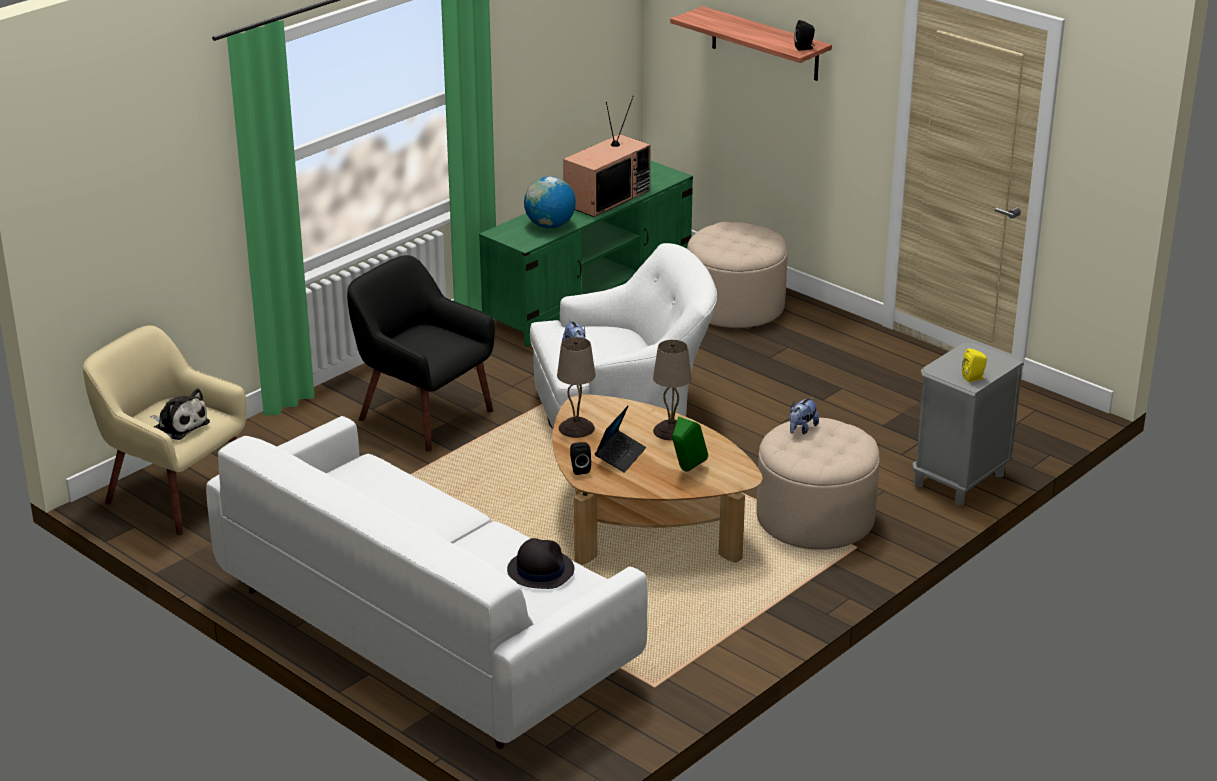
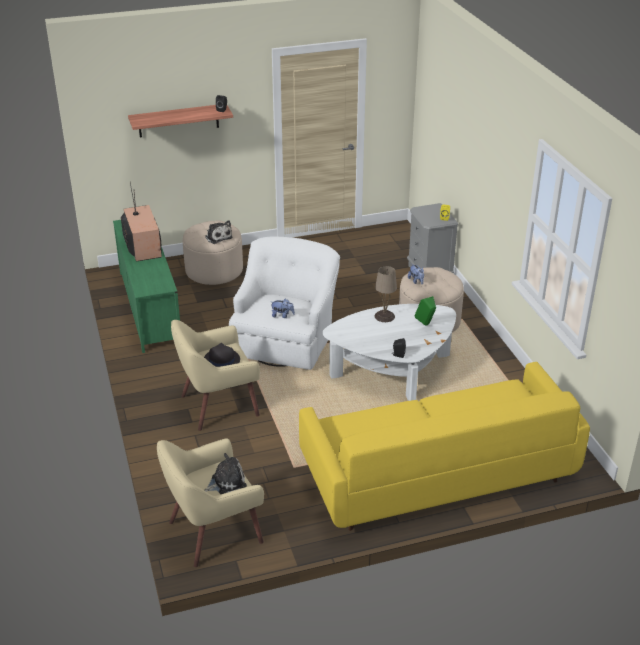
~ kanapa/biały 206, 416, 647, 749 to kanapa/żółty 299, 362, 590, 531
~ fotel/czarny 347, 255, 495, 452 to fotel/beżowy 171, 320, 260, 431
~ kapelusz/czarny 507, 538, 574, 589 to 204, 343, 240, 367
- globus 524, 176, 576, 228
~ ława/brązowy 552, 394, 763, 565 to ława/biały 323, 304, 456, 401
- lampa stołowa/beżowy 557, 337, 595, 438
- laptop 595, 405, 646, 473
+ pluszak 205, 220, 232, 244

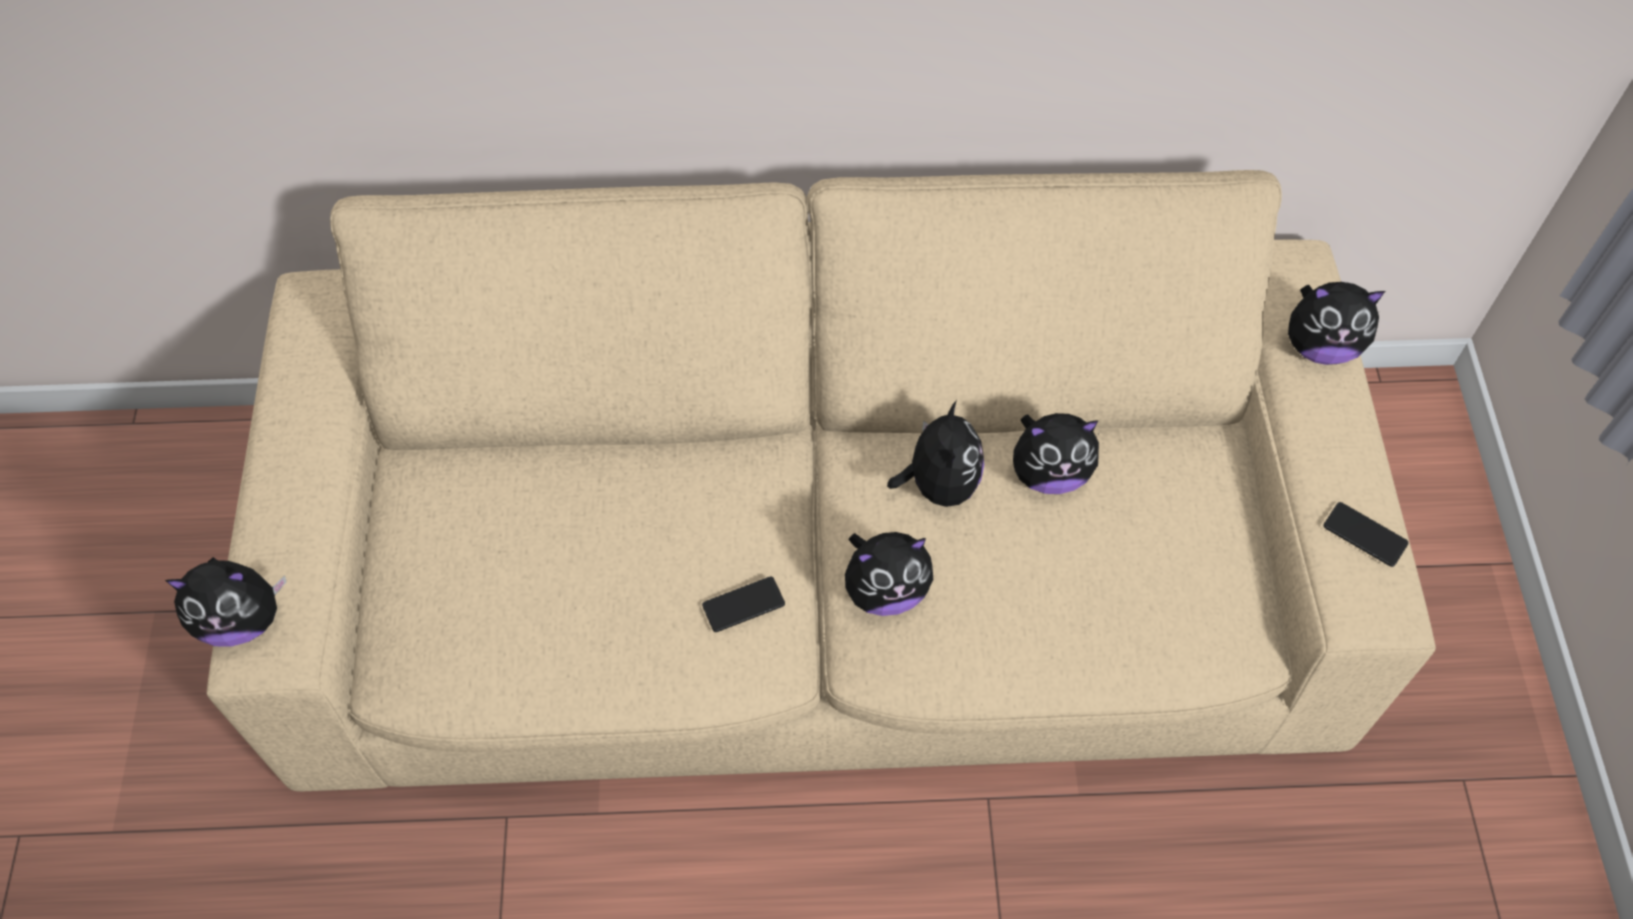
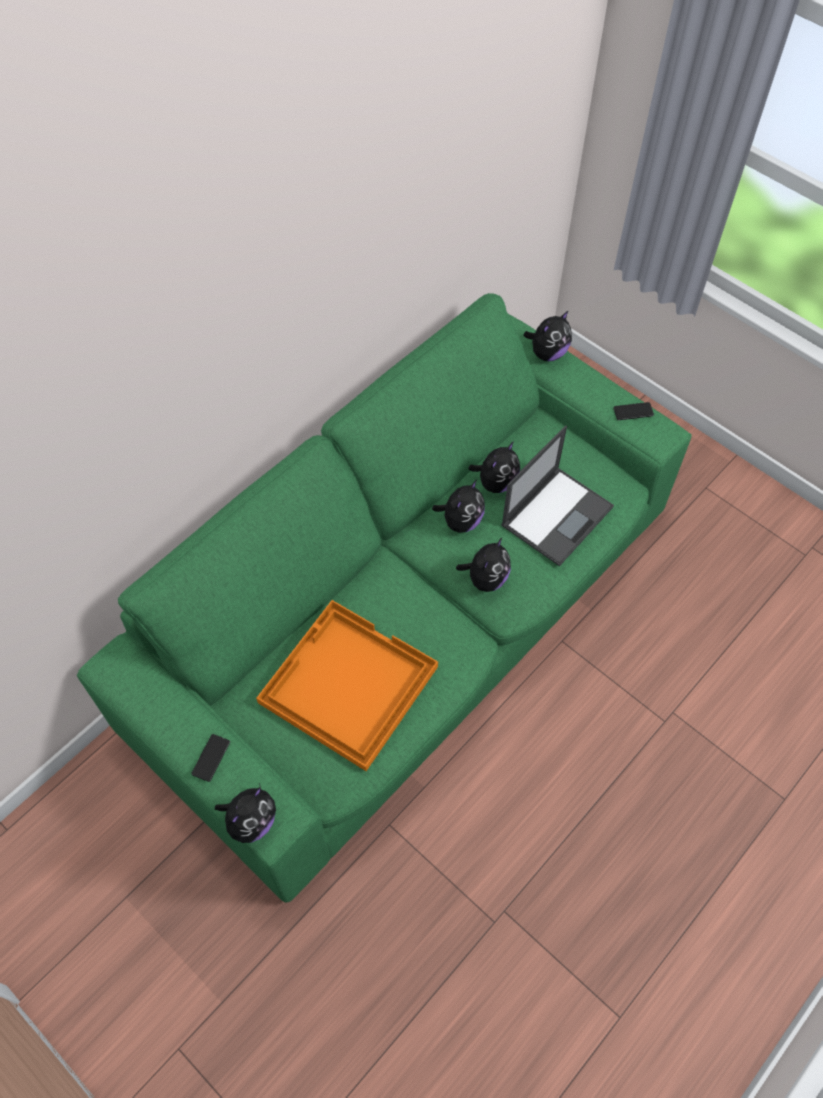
~ kanapa/beżowy 207, 170, 1436, 791 to kanapa/zielony 77, 293, 692, 902
~ telefon 702, 576, 785, 632 to 191, 734, 230, 782
~ pluszak 887, 400, 984, 507 = 432, 480, 485, 533 75 degrees clockwise
+ taca/pomarańczowy 256, 600, 438, 771
+ laptop 501, 426, 614, 567

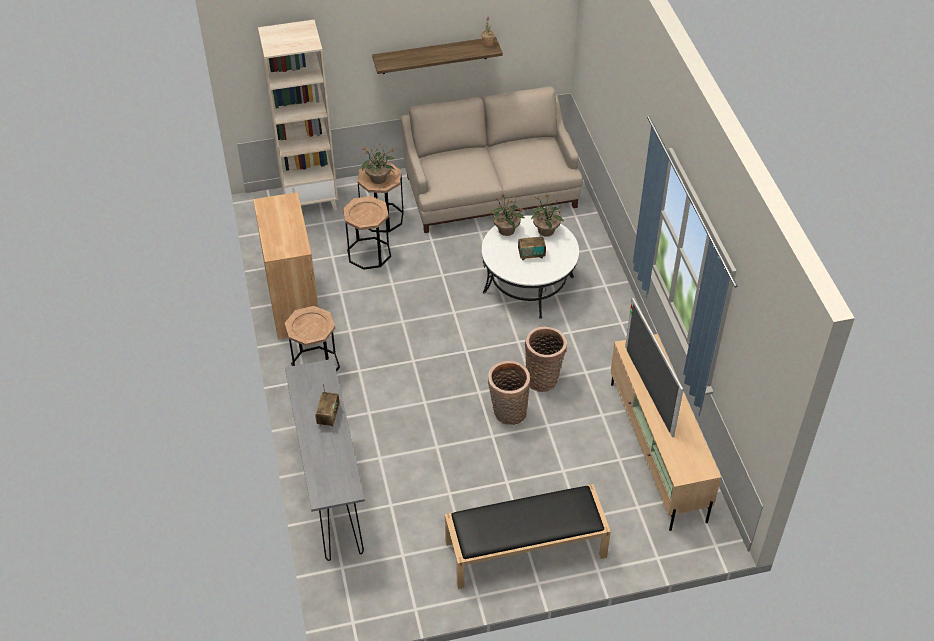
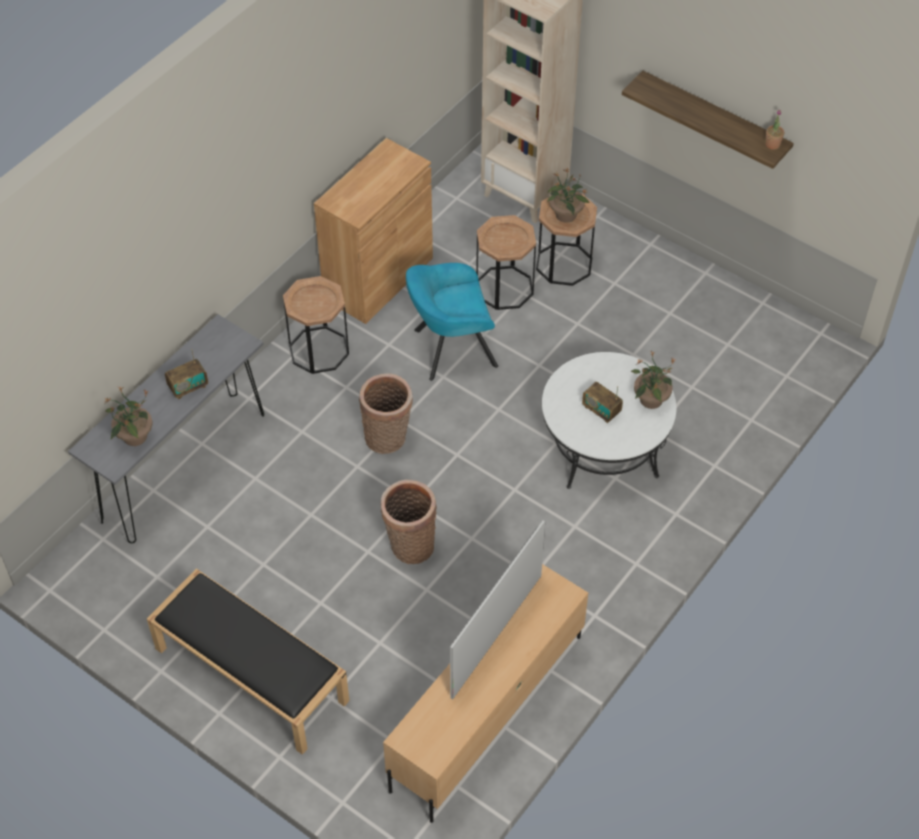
- kanapa/beżowy 401, 86, 583, 233
~ roślina doniczkowa 491, 193, 525, 236 to 105, 387, 153, 446
~ koszyk 525, 327, 567, 392 to 359, 373, 413, 454
+ fotel/turkusowy 406, 263, 498, 381

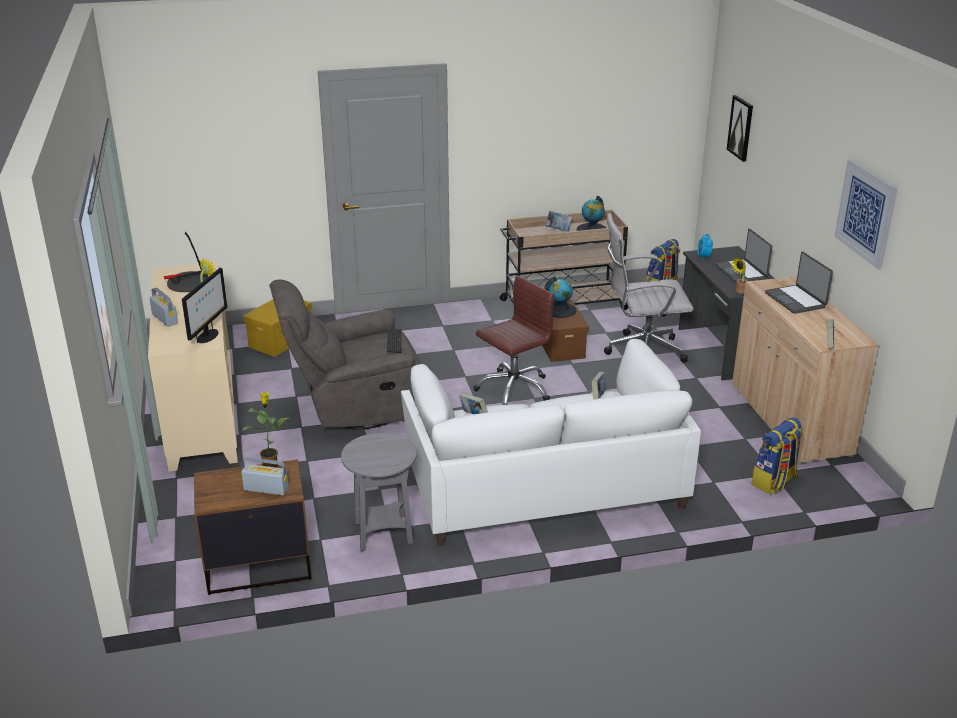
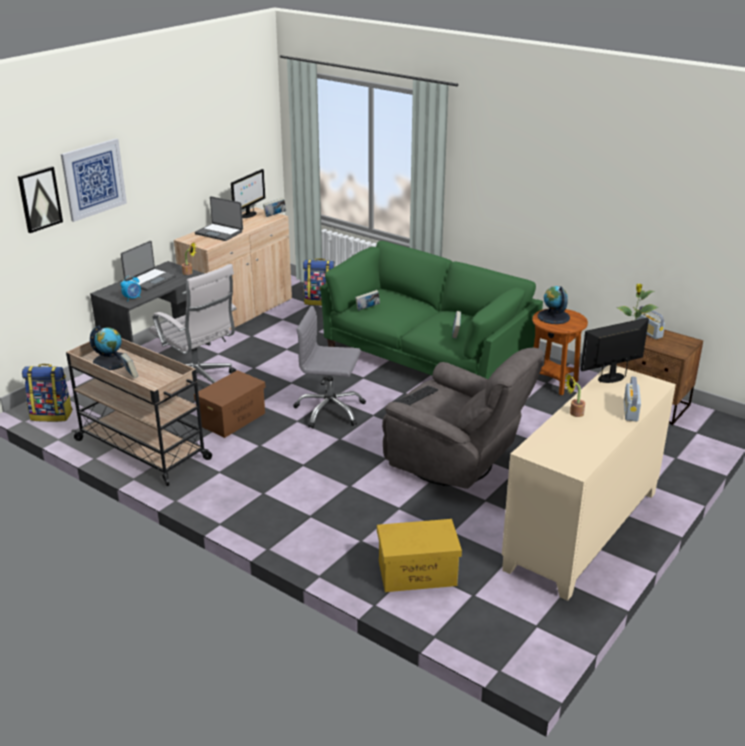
- lampa stołowa 164, 232, 209, 292
~ stolik/szary 341, 433, 417, 551 to stolik/brązowy 532, 309, 588, 395
~ kanapa/biały 401, 339, 701, 546 to kanapa/zielony 320, 241, 543, 380
~ krzesło biurowe/brązowy 473, 275, 555, 405 to krzesło biurowe/szary 293, 306, 366, 429
~ globus 544, 277, 576, 318 to 538, 286, 570, 324
~ laptop 765, 252, 833, 314 = 195, 196, 243, 241 90 degrees clockwise
~ obraz 834, 159, 898, 269 to 61, 139, 127, 222
+ monitor 231, 169, 265, 218

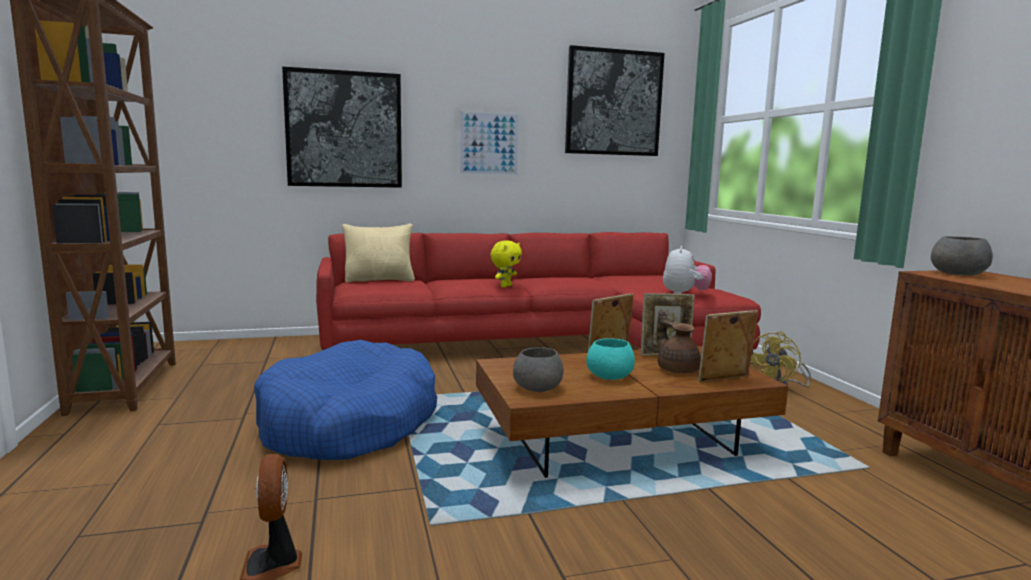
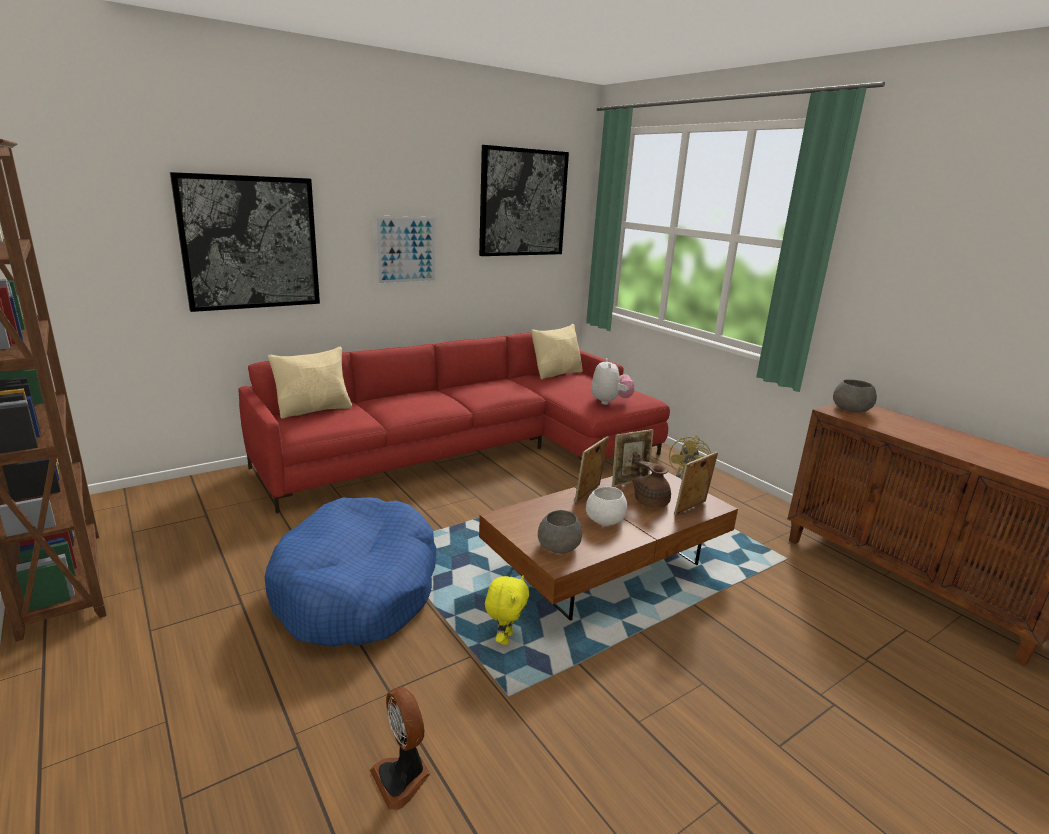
~ pluszak/żółty 491, 240, 522, 287 to 485, 575, 529, 645
~ miska/turkusowy 586, 338, 635, 380 to miska/biały 586, 486, 627, 526
+ poduszka/beżowy 531, 324, 583, 379

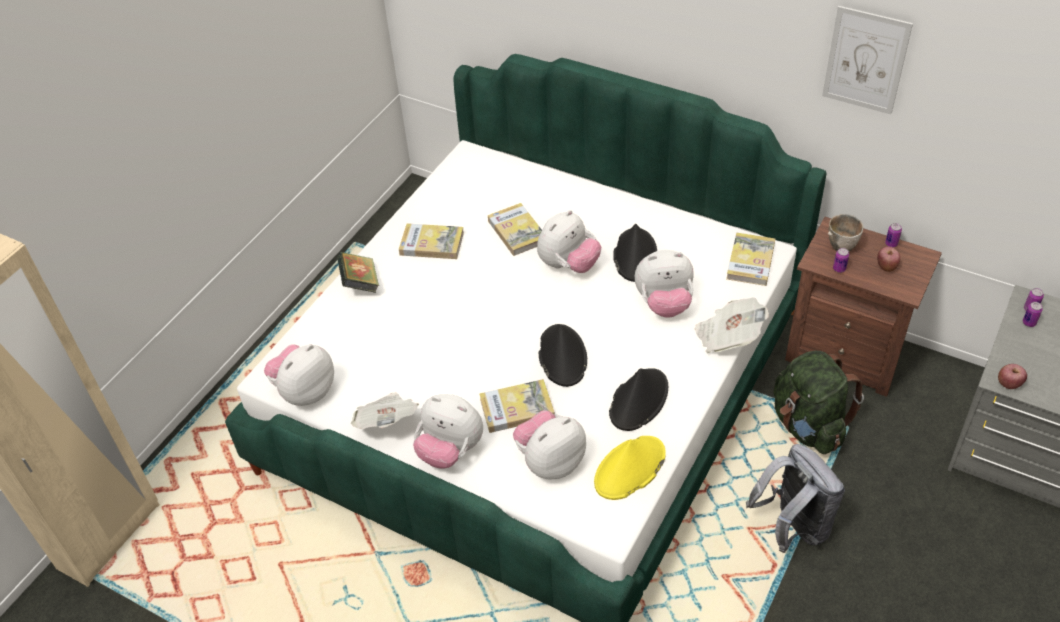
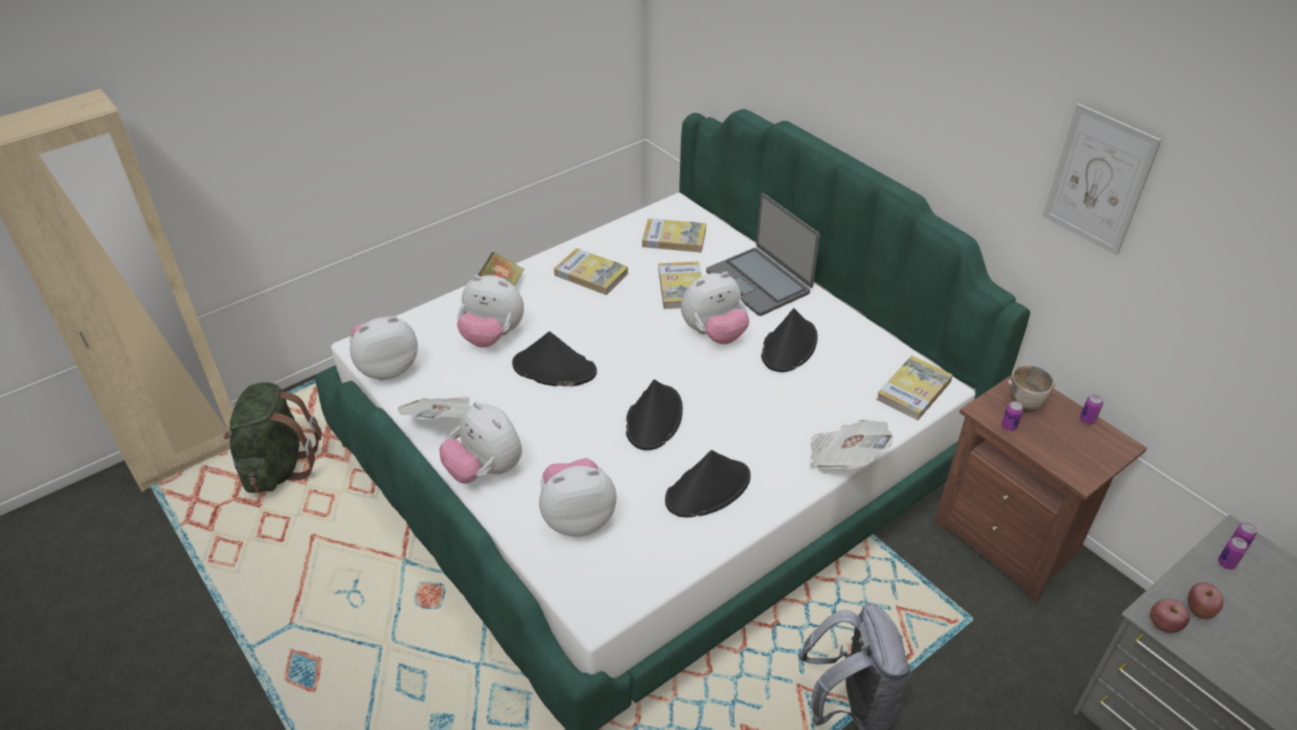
~ książka 479, 379, 555, 433 to 642, 218, 706, 252
- kapelusz/żółty 594, 436, 666, 500
~ pluszak 635, 250, 694, 318 to 457, 275, 524, 347
~ plecak/zielony 774, 351, 864, 454 to 223, 382, 322, 493
~ jabłko 877, 246, 900, 272 to 1188, 583, 1223, 619
+ kapelusz/czarny 512, 332, 597, 386
+ laptop 706, 193, 820, 316

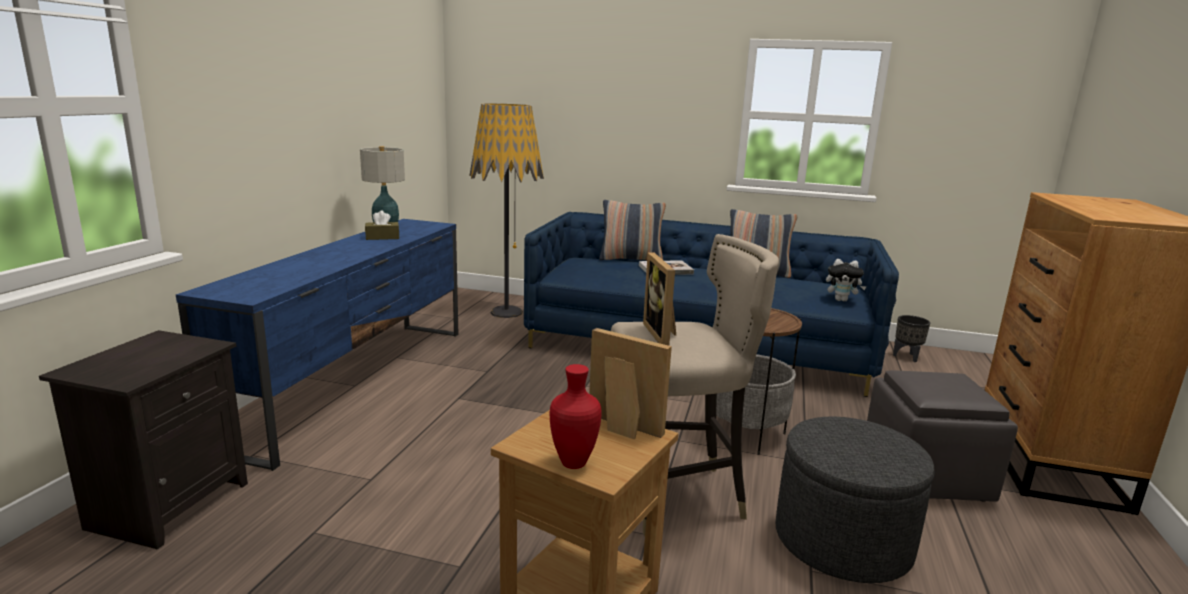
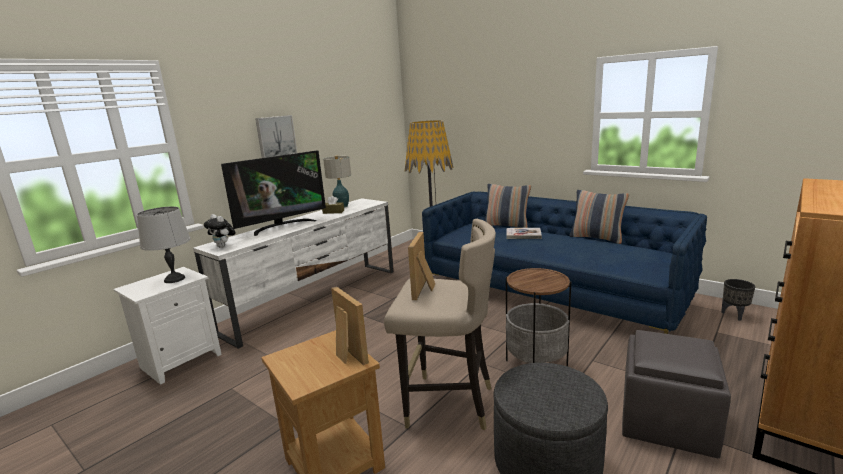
~ szafka nocna/czarny 39, 330, 248, 549 to szafka nocna/biały 113, 267, 222, 385
~ szafka pod telewizor/niebieski 176, 219, 458, 471 to szafka pod telewizor/biały 193, 198, 394, 349
- wazon/czerwony 550, 364, 602, 469
~ pluszak 826, 259, 866, 302 to 204, 214, 236, 248
+ lampa stołowa/szary 137, 206, 191, 283
+ telewizor 221, 150, 326, 236
+ obraz 255, 115, 297, 158

